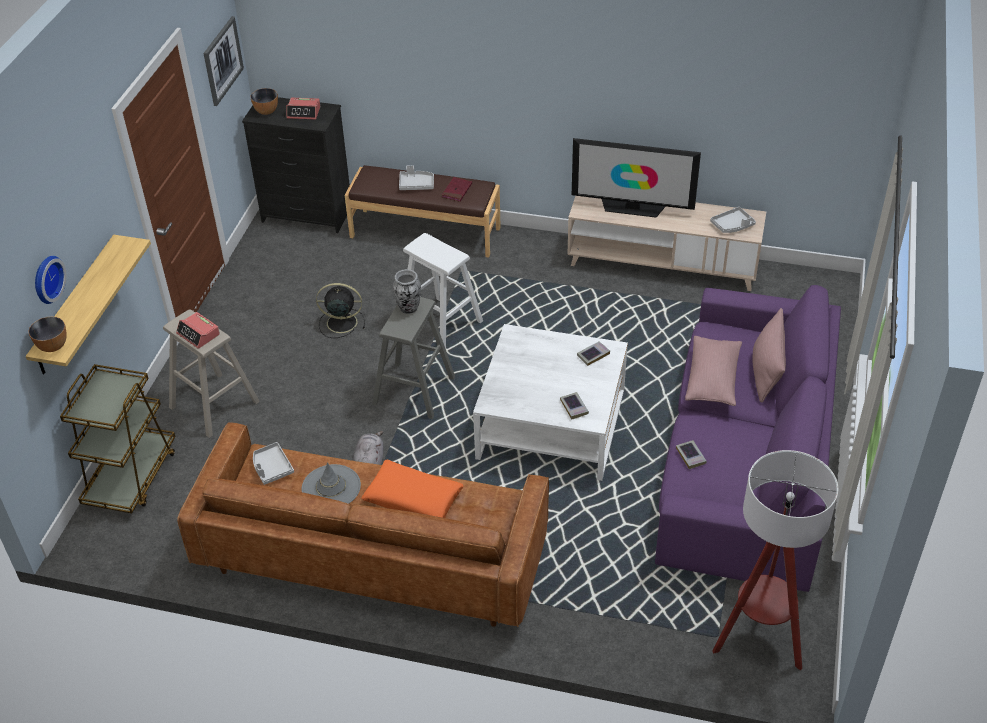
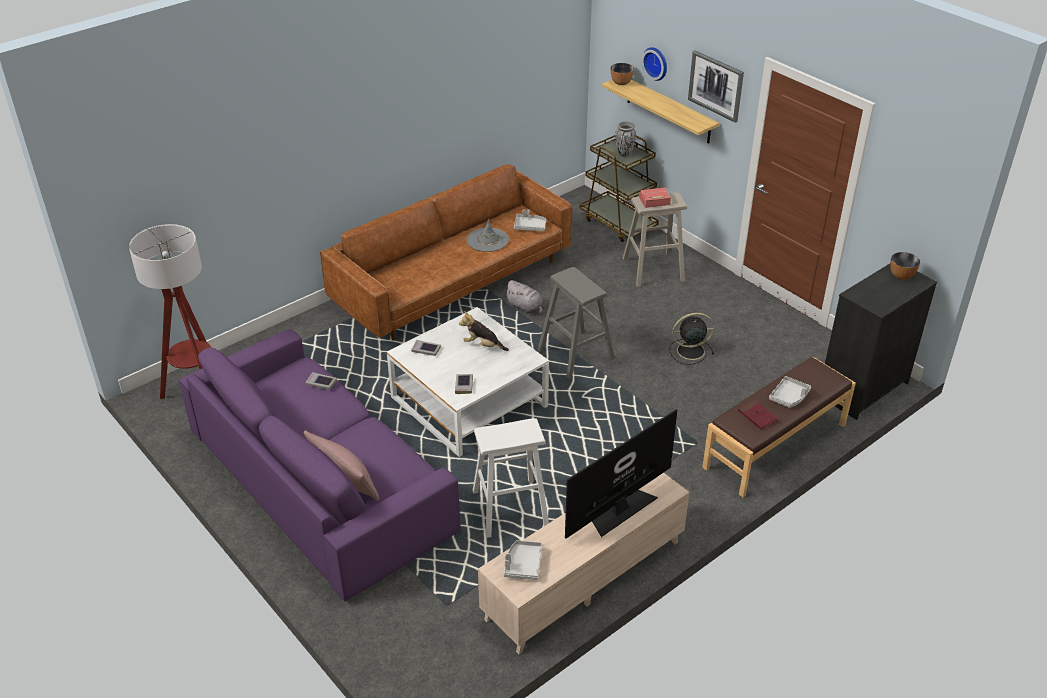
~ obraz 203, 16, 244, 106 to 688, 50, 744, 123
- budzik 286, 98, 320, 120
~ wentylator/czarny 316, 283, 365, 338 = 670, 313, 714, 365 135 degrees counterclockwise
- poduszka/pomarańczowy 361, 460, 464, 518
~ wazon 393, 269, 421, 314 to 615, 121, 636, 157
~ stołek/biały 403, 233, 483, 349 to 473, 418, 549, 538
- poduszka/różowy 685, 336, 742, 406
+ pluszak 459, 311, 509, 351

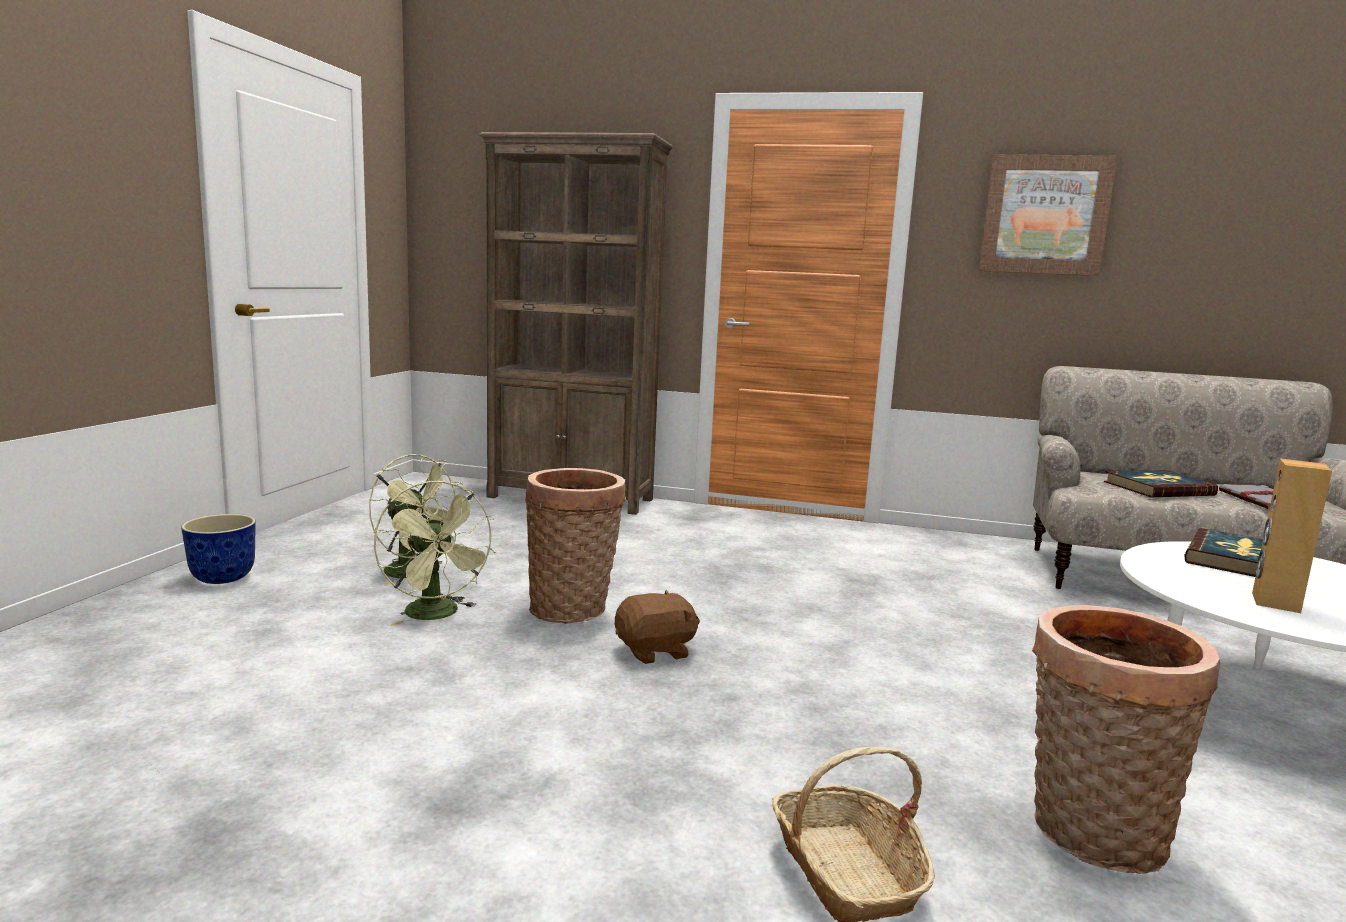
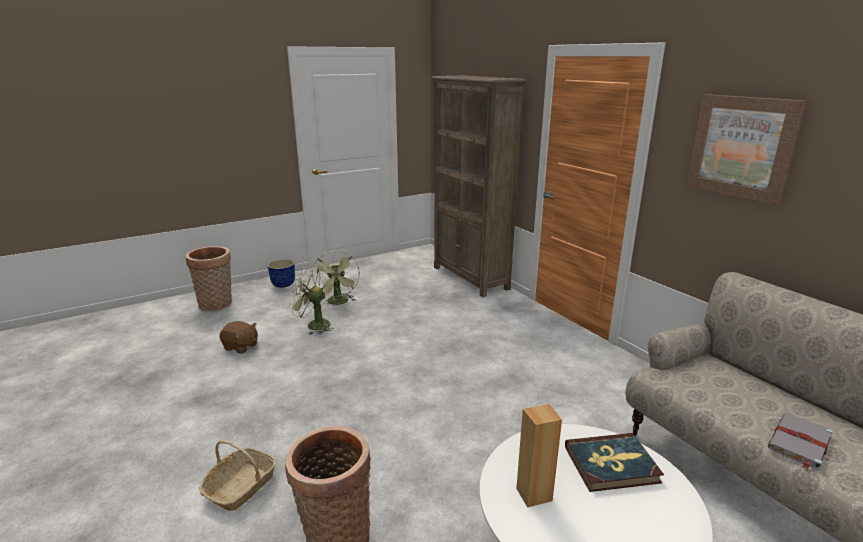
~ wentylator/zielony 374, 480, 496, 626 = 290, 267, 334, 334 90 degrees clockwise
~ koszyk 525, 468, 626, 623 to 185, 246, 232, 311
~ pluszak/brązowy 615, 590, 700, 664 to 220, 321, 258, 354
- książka 1104, 470, 1218, 497

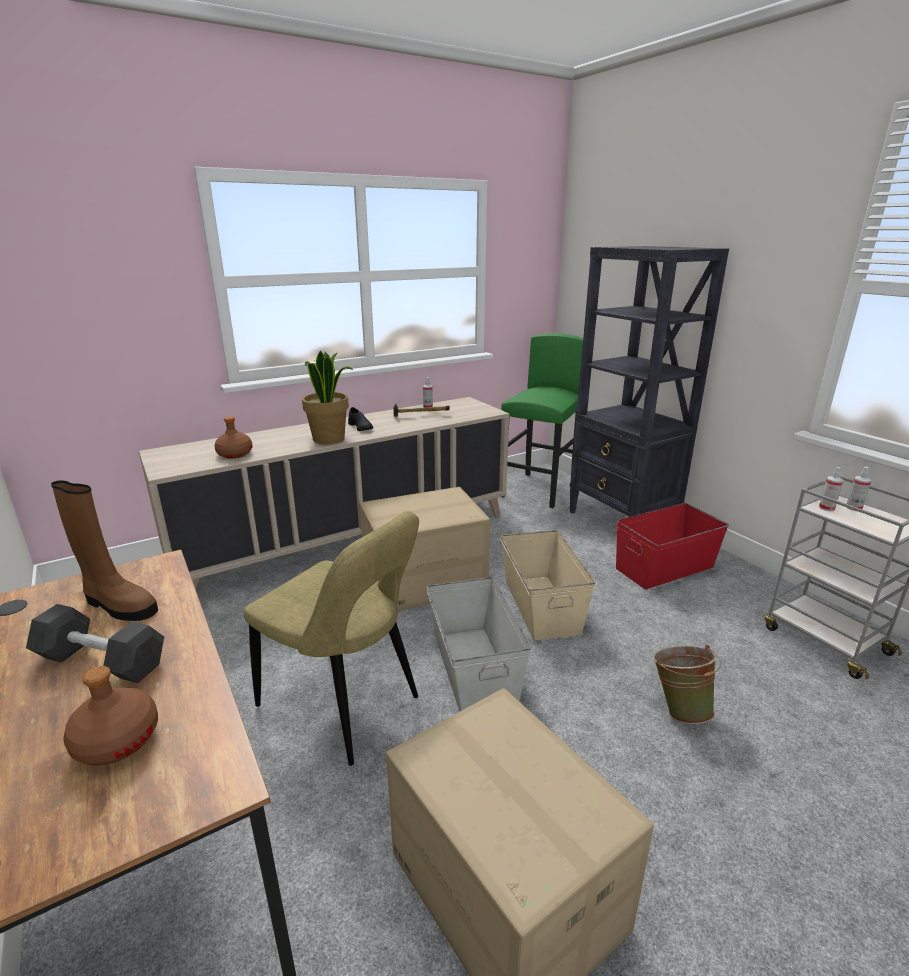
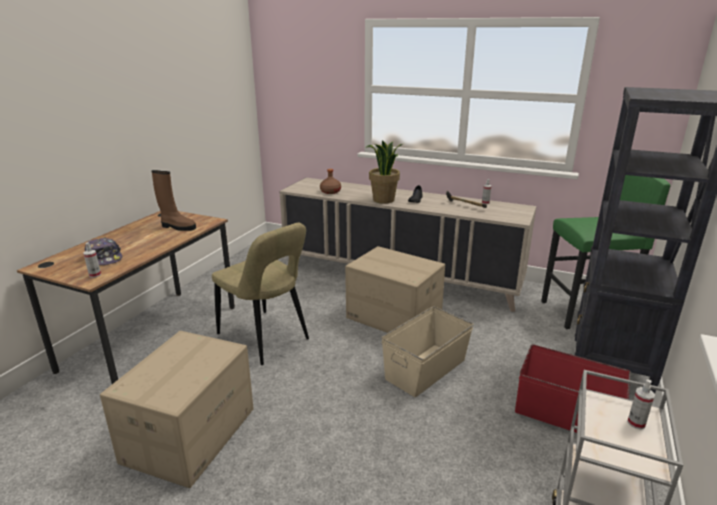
- hantel/czarny 26, 604, 164, 683
~ but z cholewką/brązowy 51, 480, 158, 621 = 152, 170, 196, 231 60 degrees counterclockwise
~ butelka/brązowy 63, 666, 158, 766 to czapka z daszkiem 85, 237, 122, 265
~ krzesło/beżowy 244, 511, 419, 766 = 212, 223, 309, 365 45 degrees counterclockwise
- pojemnik do przechowywania/szary 426, 577, 531, 711
- wiadro/zielony 653, 645, 721, 724
~ spryskiwacz 819, 467, 844, 511 to 83, 242, 101, 278

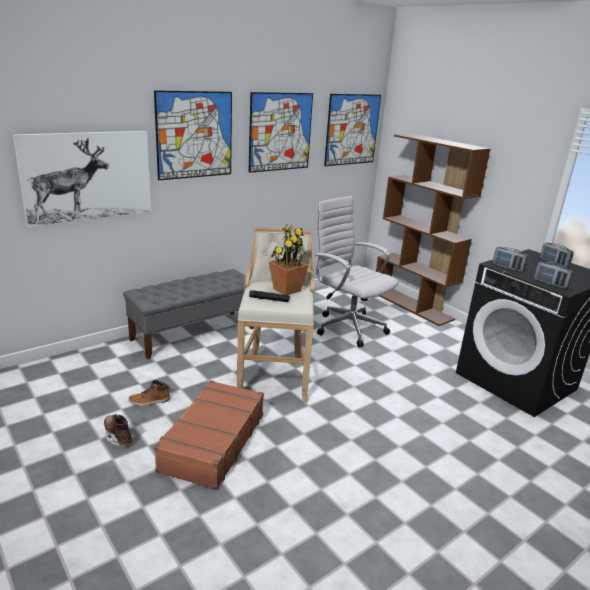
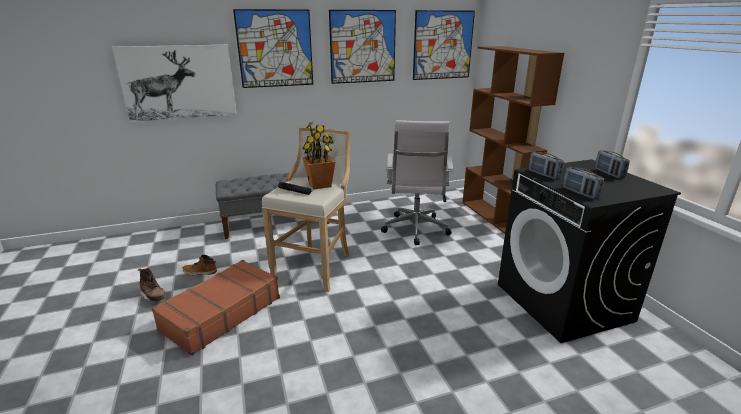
~ but z cholewką/brązowy 104, 414, 135, 447 = 138, 268, 167, 302 150 degrees clockwise
~ krzesło biurowe/biały 315, 196, 399, 347 = 381, 120, 453, 245 150 degrees counterclockwise

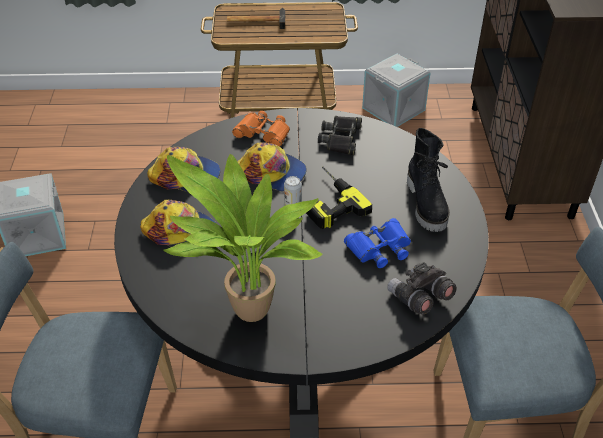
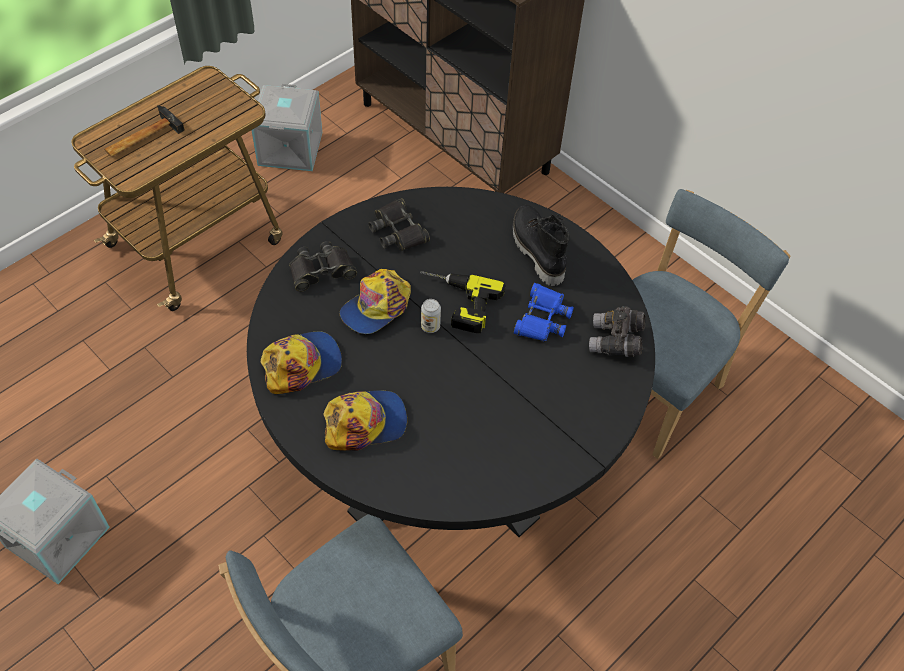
- roślina doniczkowa 163, 154, 322, 322
~ lornetka/pomarańczowy 232, 111, 290, 147 to lornetka/czarny 289, 241, 357, 292
~ czapka z daszkiem 237, 142, 306, 192 = 339, 269, 411, 334 150 degrees clockwise
~ but z cholewką/czarny 407, 128, 450, 232 = 513, 205, 569, 286 150 degrees counterclockwise

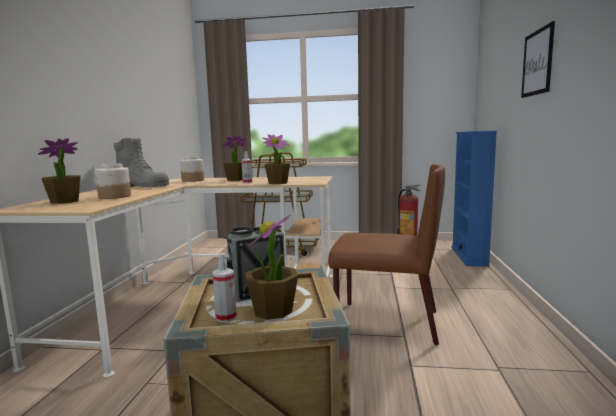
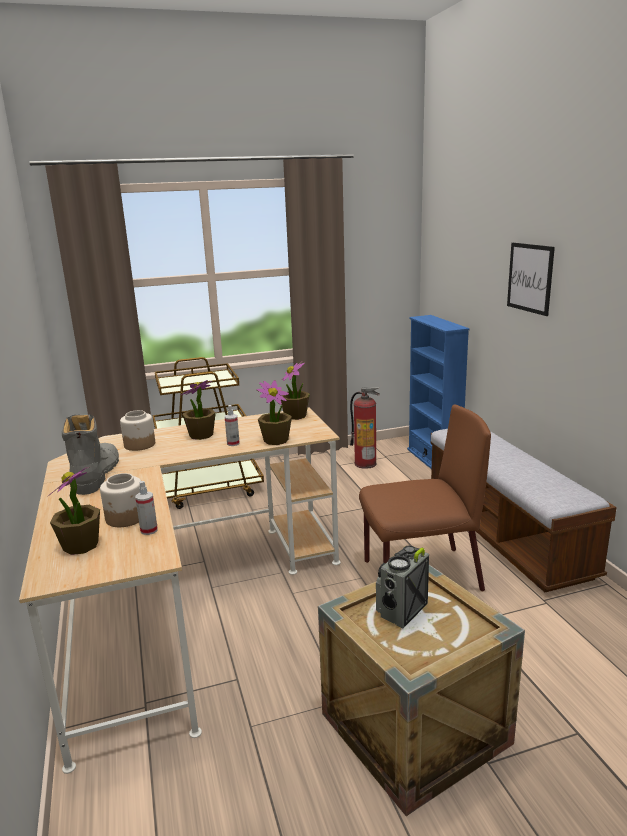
~ but z cholewką/szary 114, 138, 169, 187 = 62, 415, 119, 495 90 degrees counterclockwise
~ spryskiwacz 212, 253, 237, 323 to 135, 481, 158, 535
~ roślina doniczkowa 245, 215, 298, 320 to 281, 361, 310, 420
+ ławka 431, 429, 617, 592

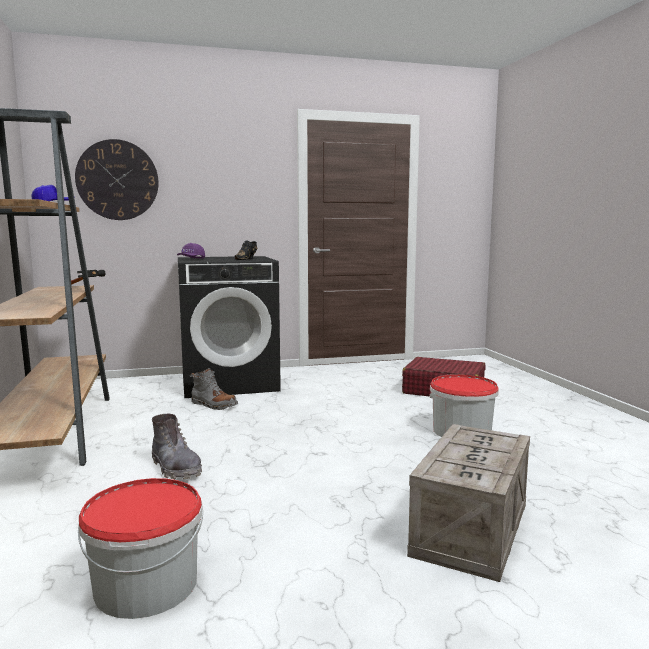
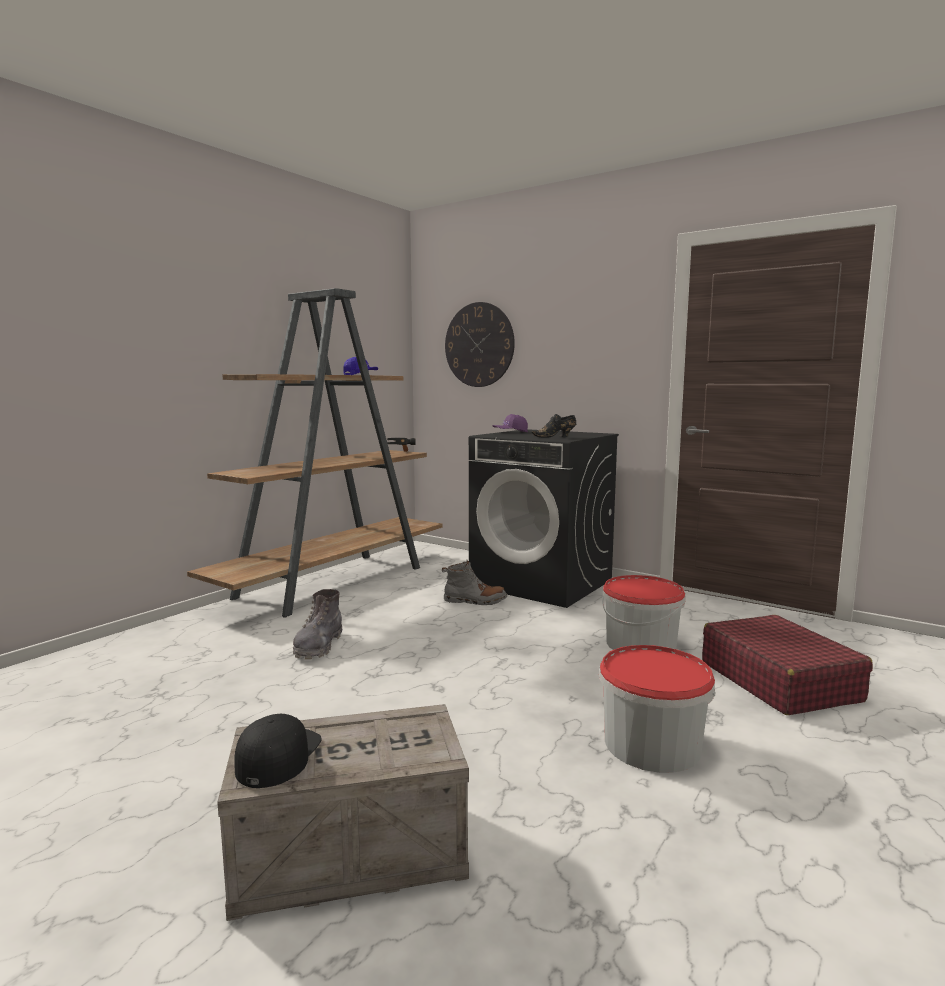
~ wiadro 78, 478, 203, 619 to 602, 575, 685, 650
~ but z cholewką/szary 189, 368, 238, 410 = 442, 560, 507, 605 75 degrees counterclockwise
+ czapka z daszkiem/czarny 234, 714, 322, 788

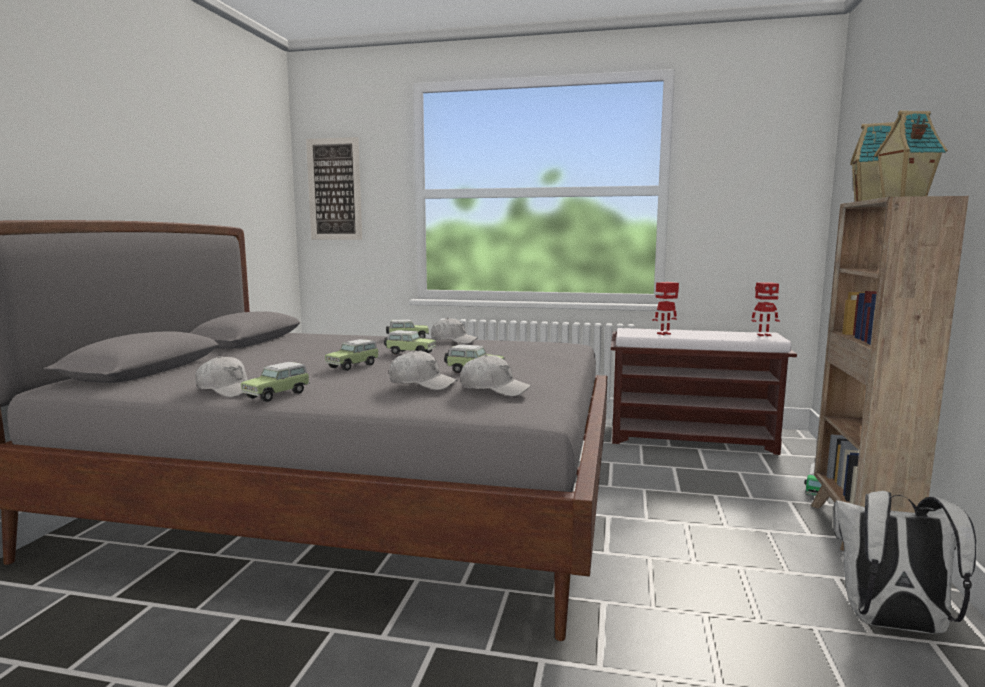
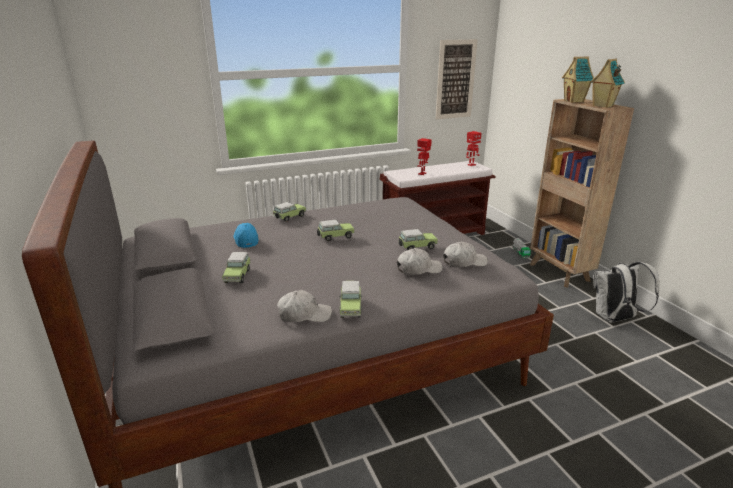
~ obraz 306, 137, 362, 240 to 436, 39, 478, 119
~ samochodzik 325, 339, 379, 371 to 222, 252, 251, 283
- czapka z daszkiem/biały 431, 318, 478, 344
+ czapka z daszkiem/niebieski 233, 223, 258, 248

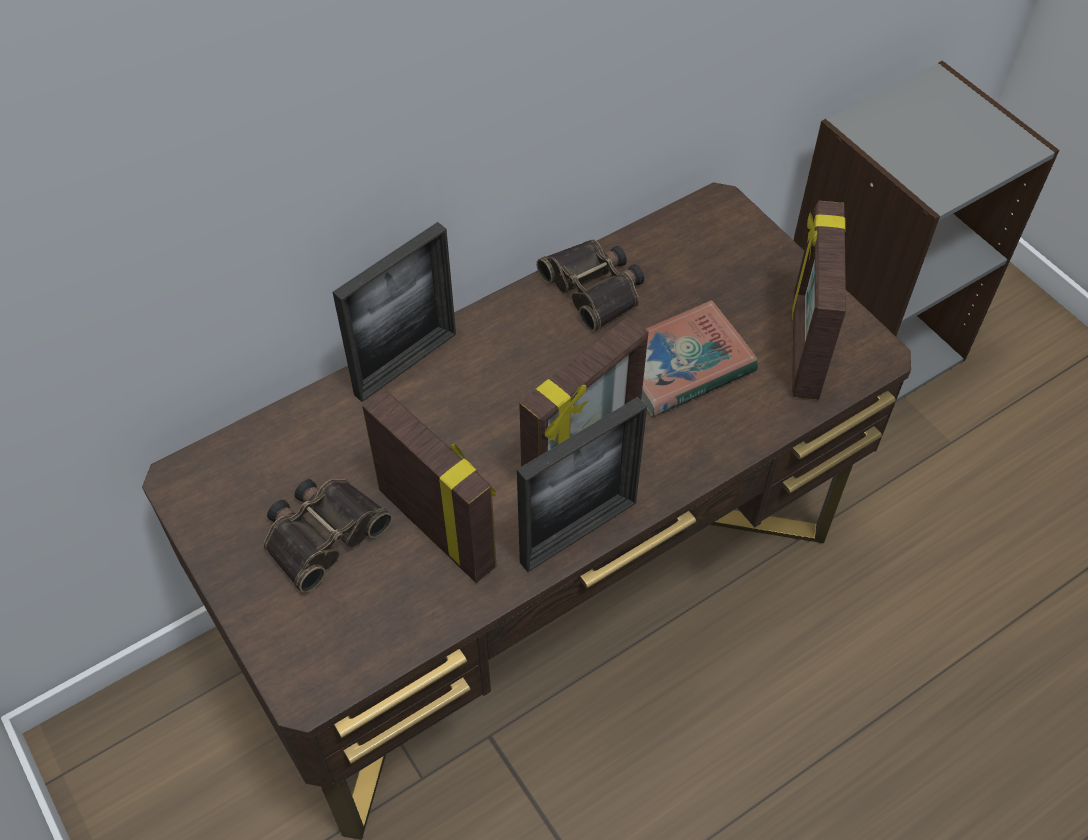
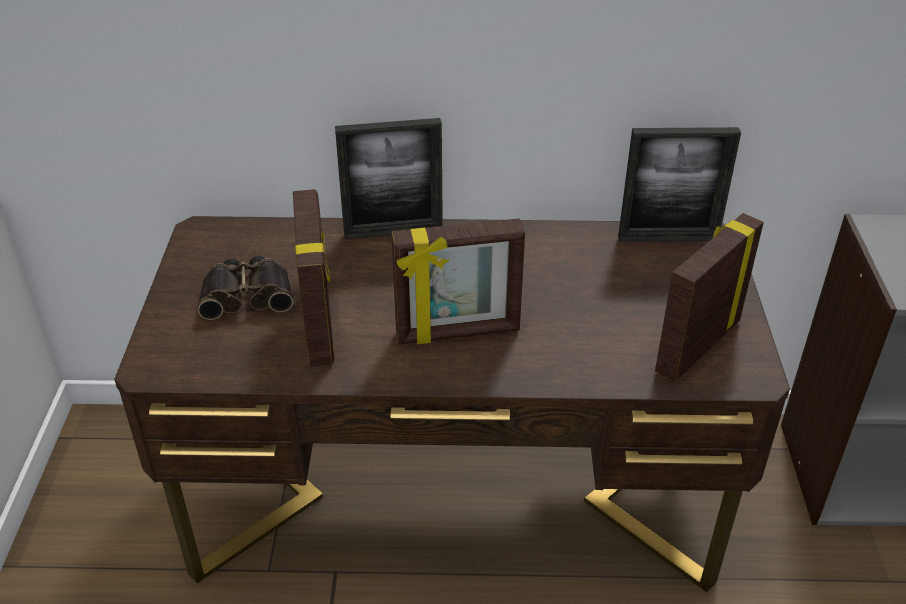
~ ramka na zdjęcie 517, 397, 647, 572 to 618, 127, 741, 242
- lornetka 537, 239, 645, 332
- książka 641, 300, 758, 417

